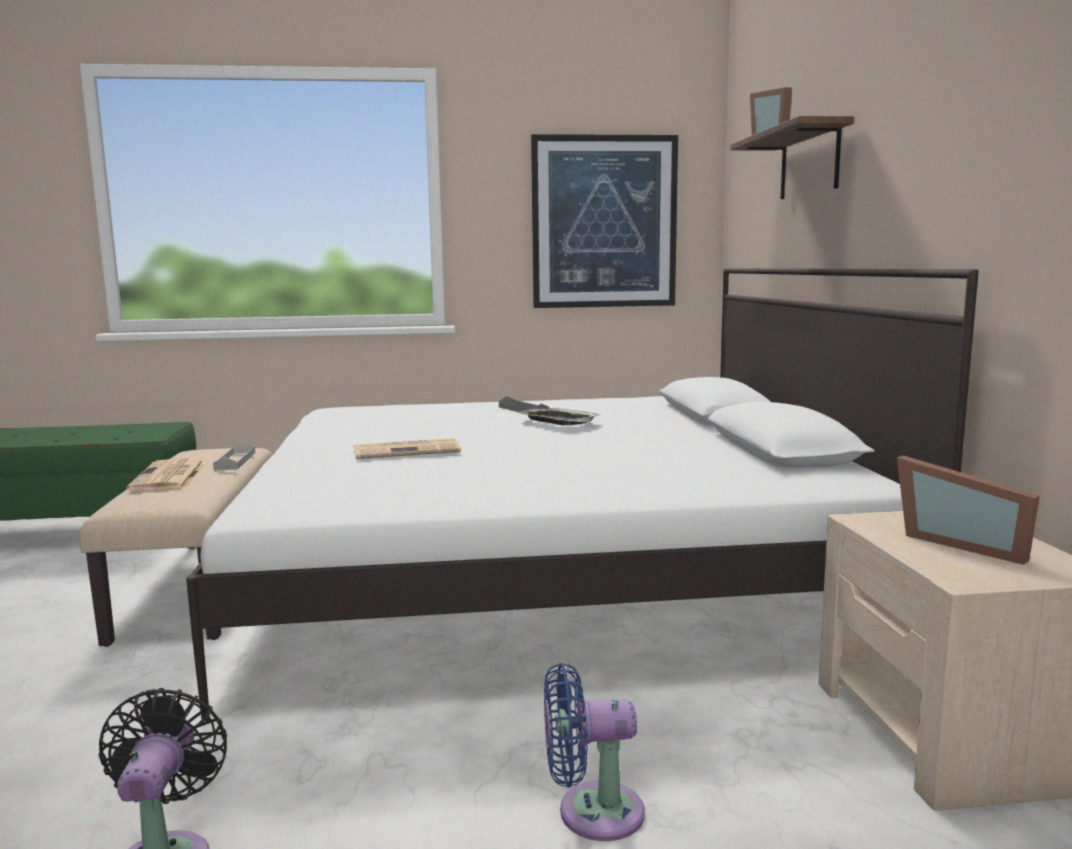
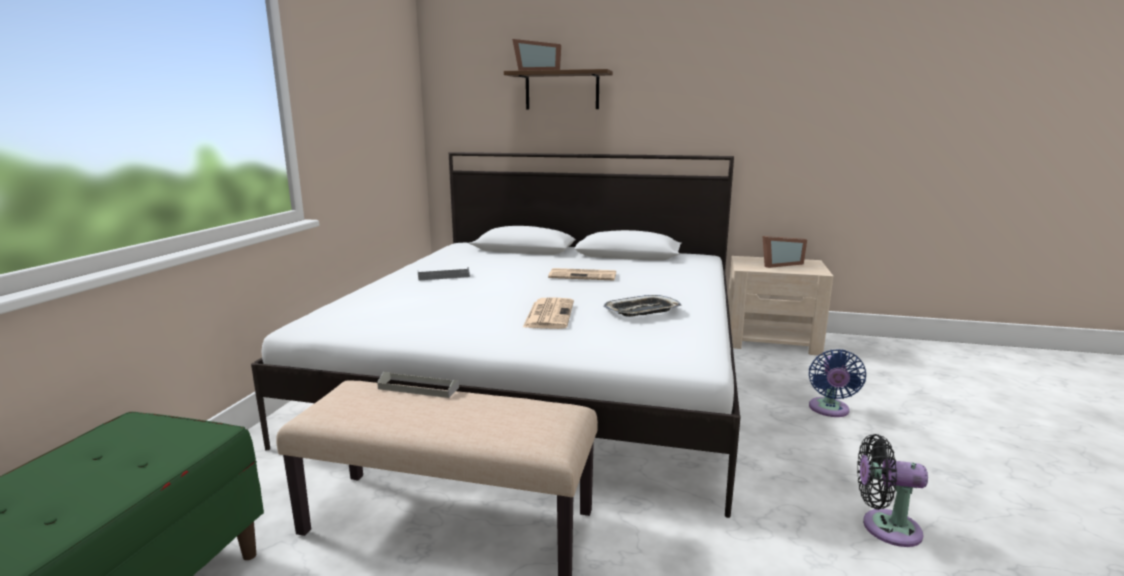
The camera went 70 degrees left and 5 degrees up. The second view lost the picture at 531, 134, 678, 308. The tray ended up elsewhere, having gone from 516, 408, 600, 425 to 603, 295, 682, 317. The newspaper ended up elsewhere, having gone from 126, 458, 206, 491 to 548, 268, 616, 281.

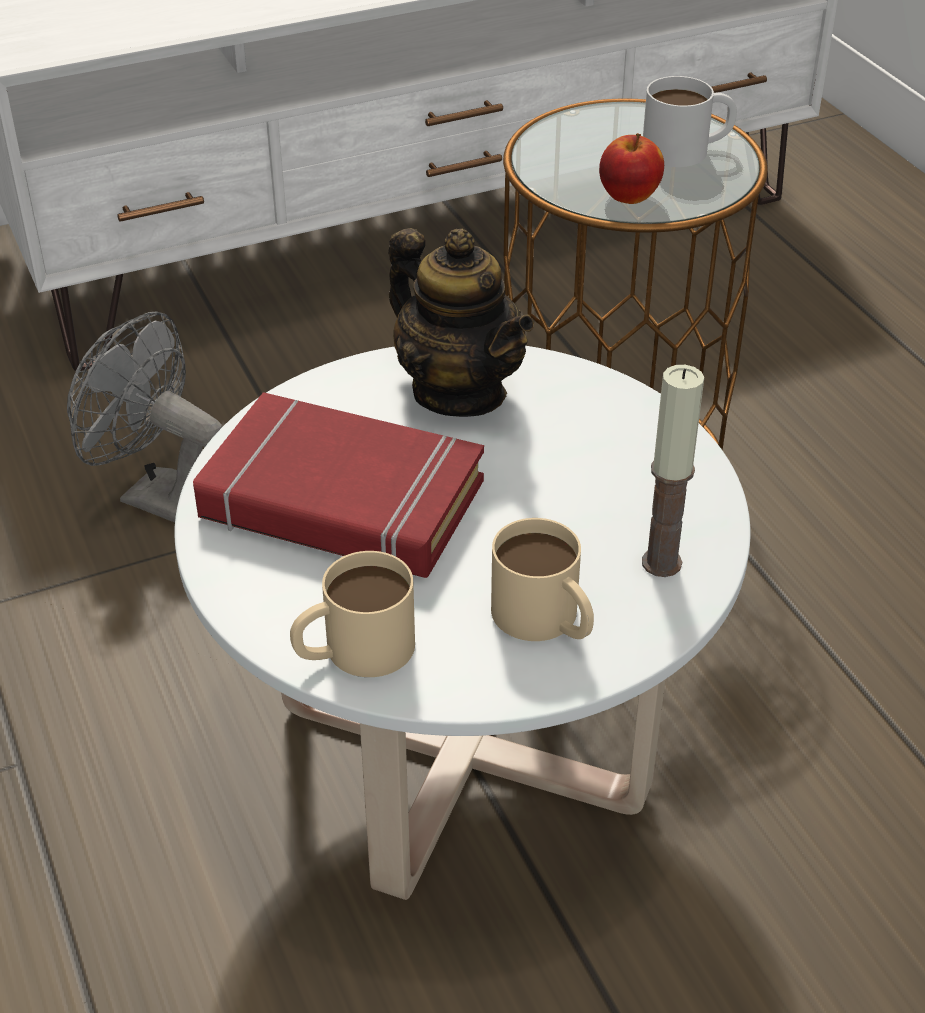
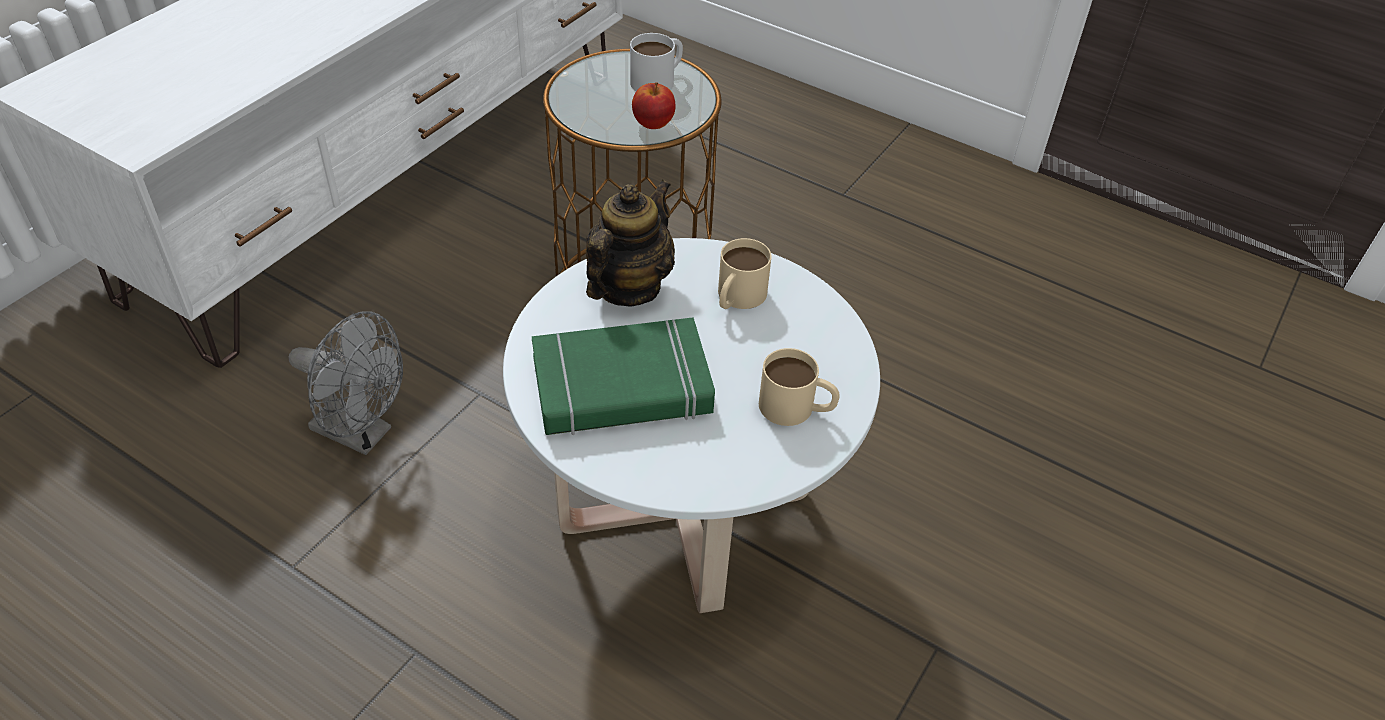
The camera went 35 degrees left and 5 degrees up. The teapot at 388, 228, 534, 417 ended up facing another way, 75 degrees counterclockwise from before. The fan/grey at 67, 311, 222, 523 ended up facing another way, 150 degrees counterclockwise from before. The second view lost the candle at 642, 365, 704, 577. What was the book/red at 193, 392, 484, 578 turned into the book/green at 532, 317, 715, 435. The mug/beige ended up elsewhere, having gone from 290, 551, 415, 677 to 718, 238, 772, 309.

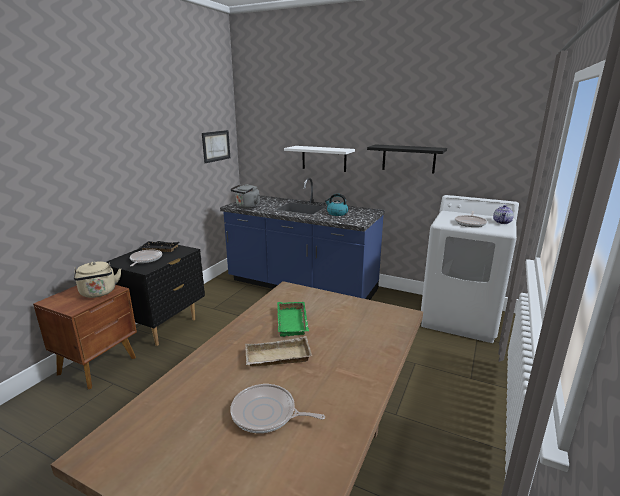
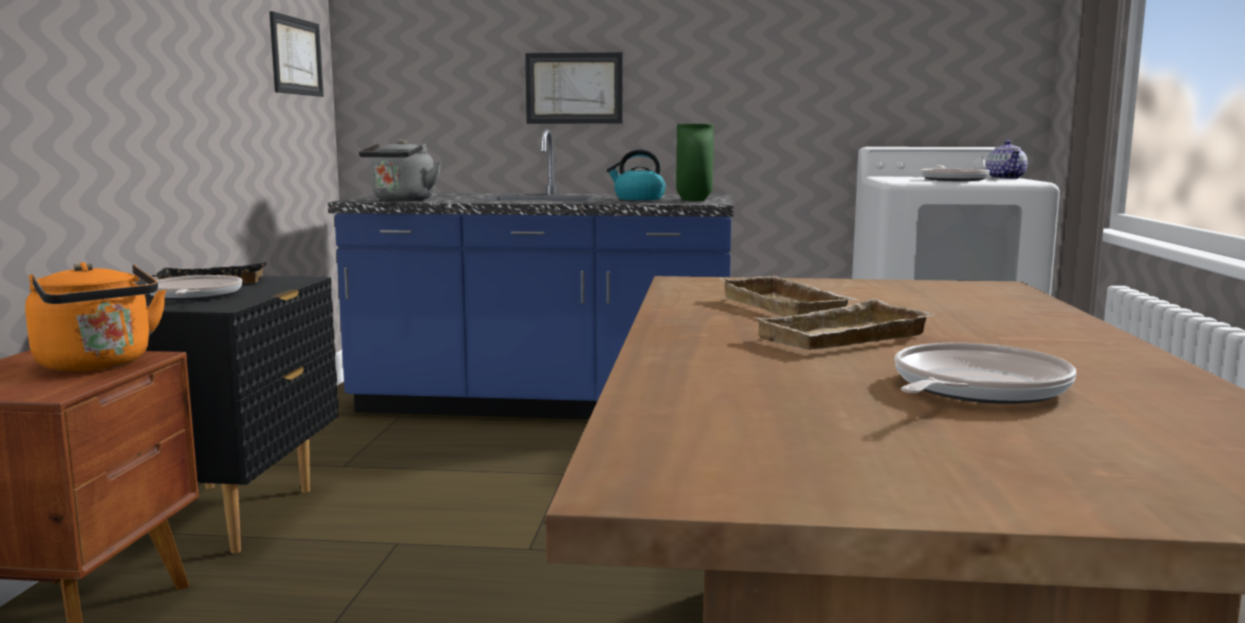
The camera went 20 degrees left and 10 degrees down. The second view lost the shelf/black at 367, 144, 447, 173. Where the shelf/white hung at 284, 146, 355, 172, the picture came to hang at 525, 52, 623, 124. What was the kettle/beige at 74, 262, 121, 298 turned into the kettle/orange at 25, 262, 166, 372. What was the tray/green at 277, 302, 309, 337 turned into the tray/beige at 719, 276, 859, 317. The frying pan at 230, 384, 325, 433 ended up facing another way, 135 degrees clockwise from before. The second view gained the vase/green at 676, 124, 714, 201.

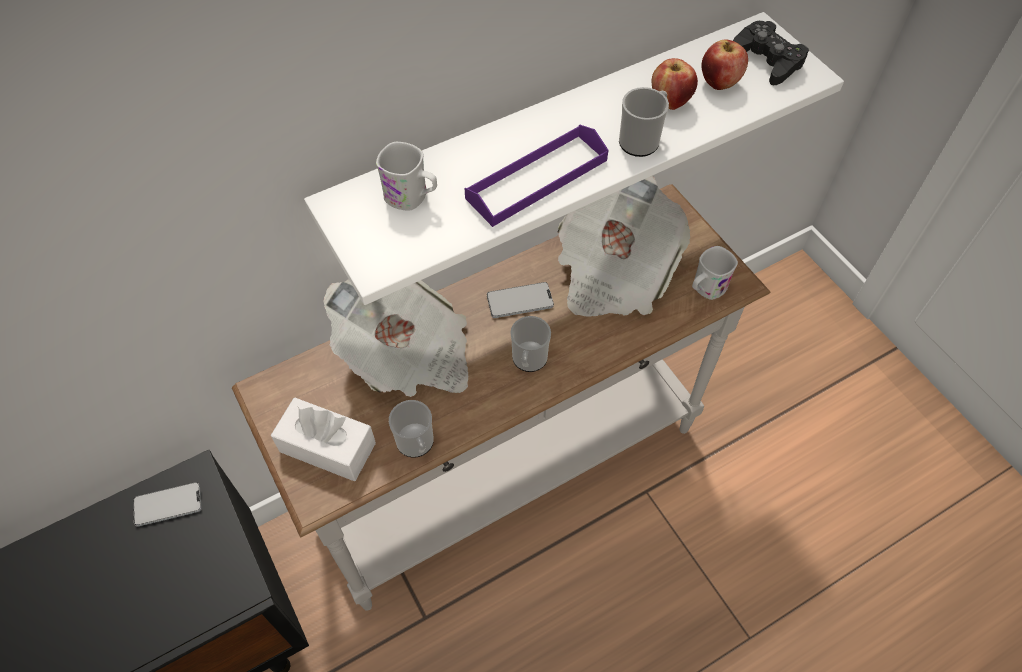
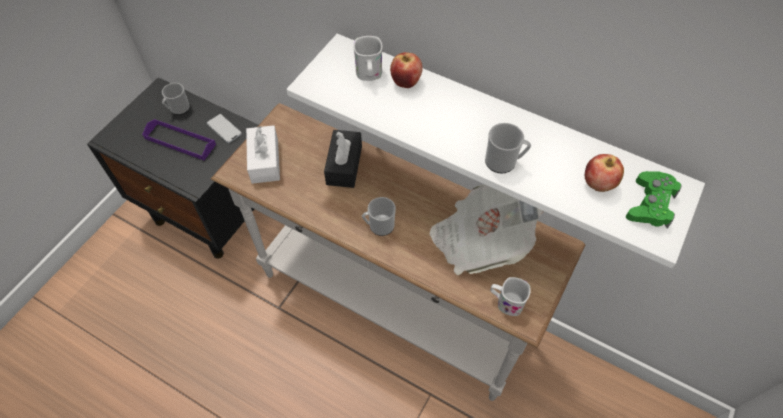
The camera went 60 degrees right and 0 degrees up. What was the game controller/black at 733, 21, 809, 85 turned into the game controller/green at 626, 171, 682, 229. The apple ended up elsewhere, having gone from 652, 58, 698, 110 to 390, 52, 423, 88. The tray/purple ended up elsewhere, having gone from 464, 125, 608, 227 to 142, 119, 216, 160. Where the newspaper stood at 324, 279, 468, 397, the tissue box/black came to stand at 324, 130, 362, 188. The second view lost the phone at 487, 282, 554, 318. The mug ended up elsewhere, having gone from 389, 400, 434, 458 to 162, 83, 190, 115.

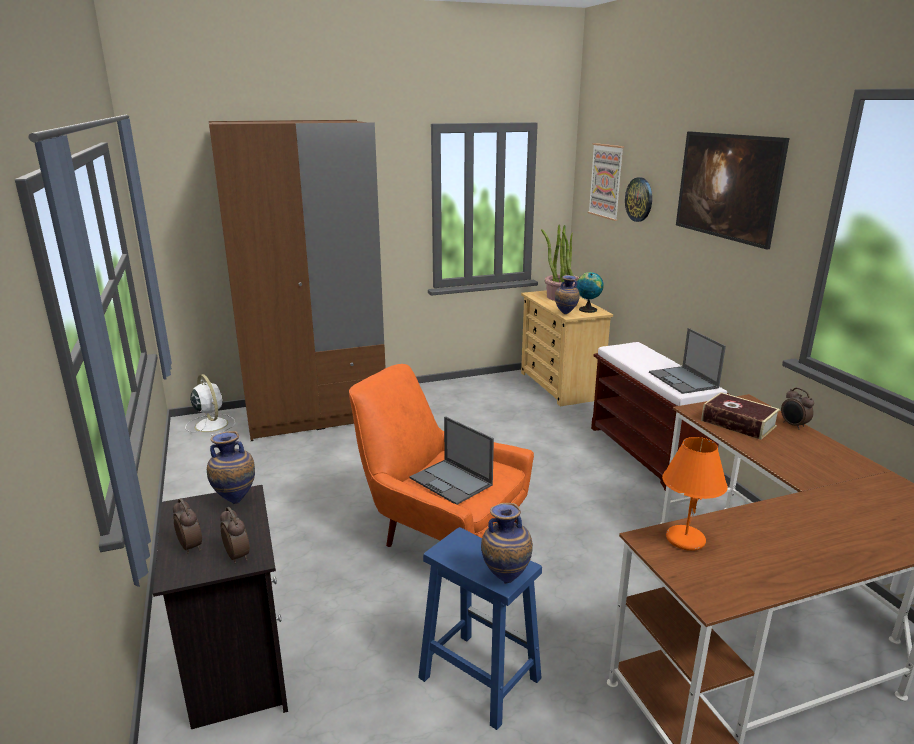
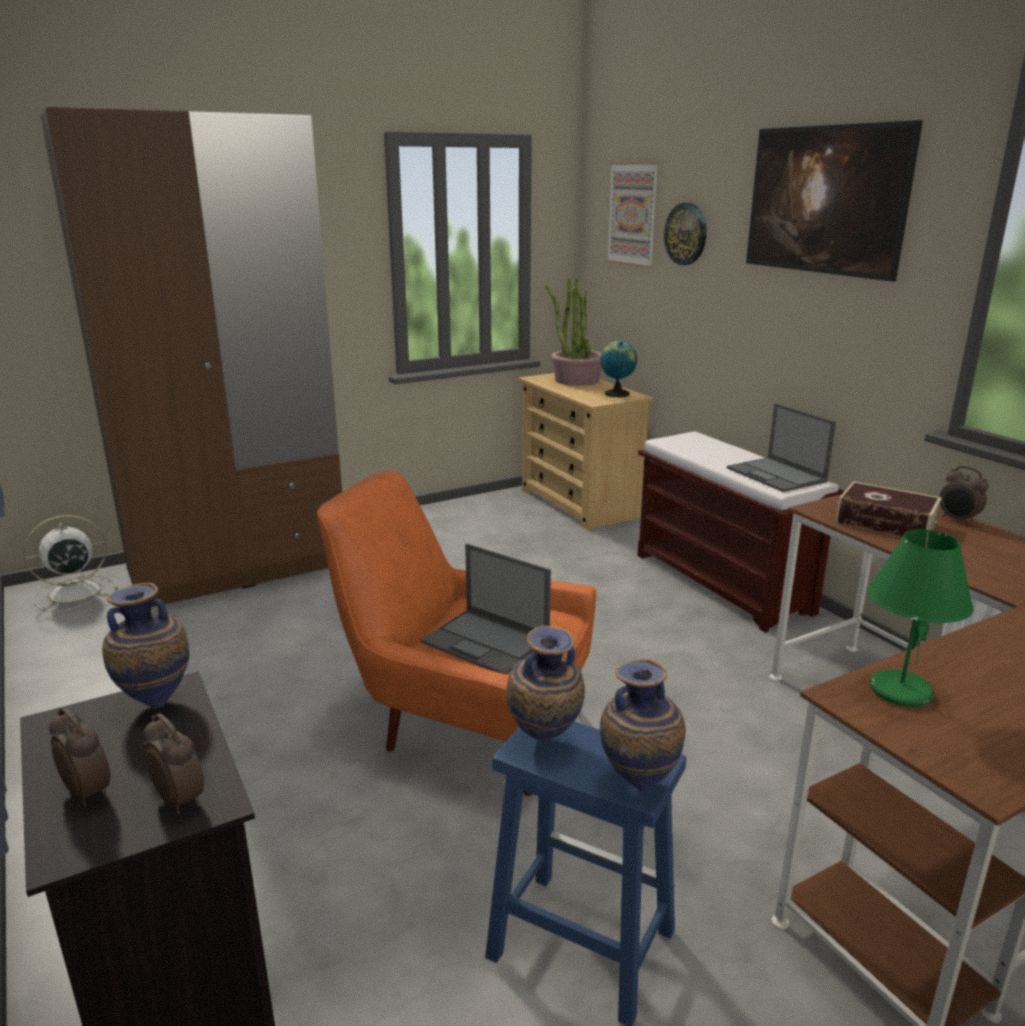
The camera went 10 degrees left and 0 degrees up. The vase ended up elsewhere, having gone from 555, 275, 580, 314 to 506, 625, 585, 740. The fan/white at 185, 374, 235, 436 ended up facing another way, 75 degrees counterclockwise from before. What was the table lamp/orange at 662, 437, 728, 551 turned into the table lamp/green at 868, 529, 974, 707.

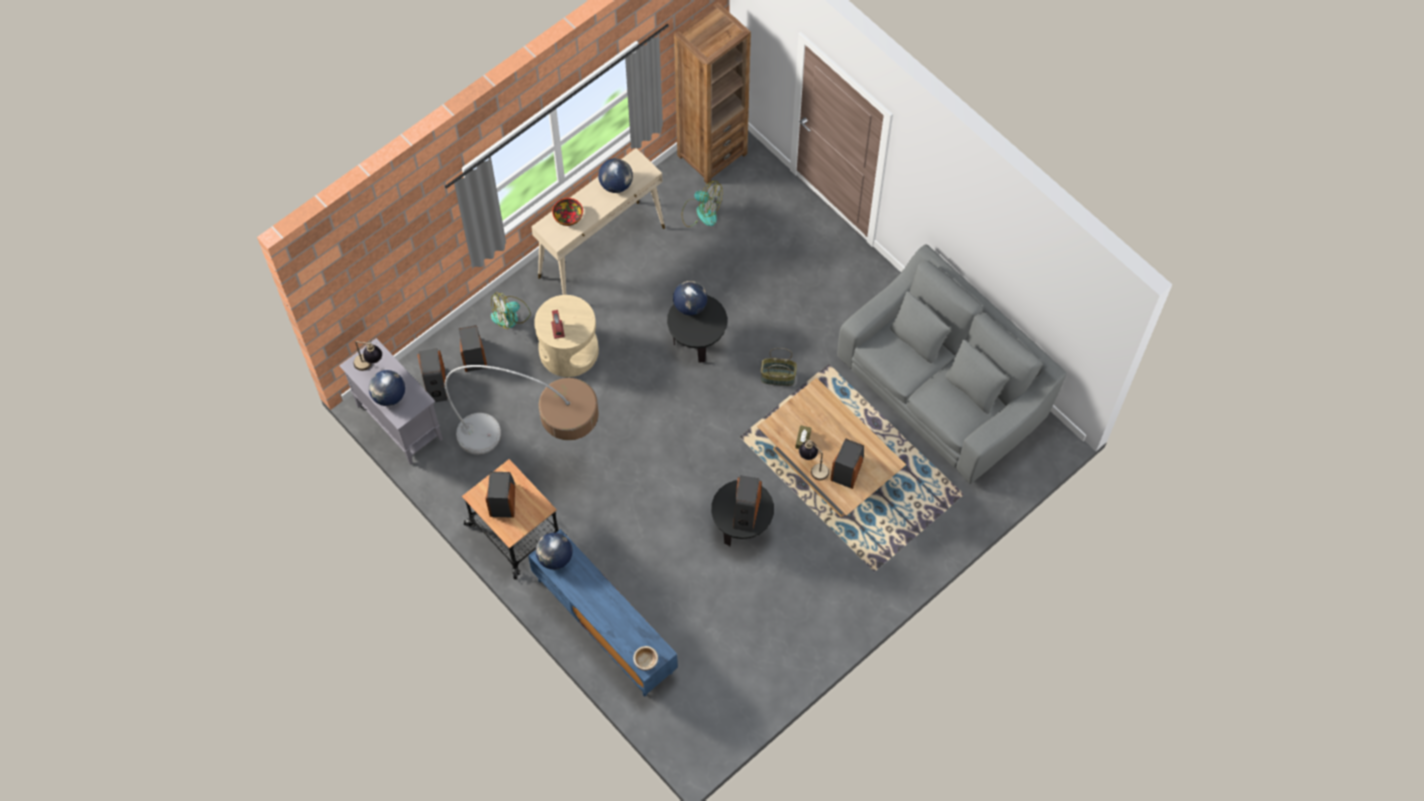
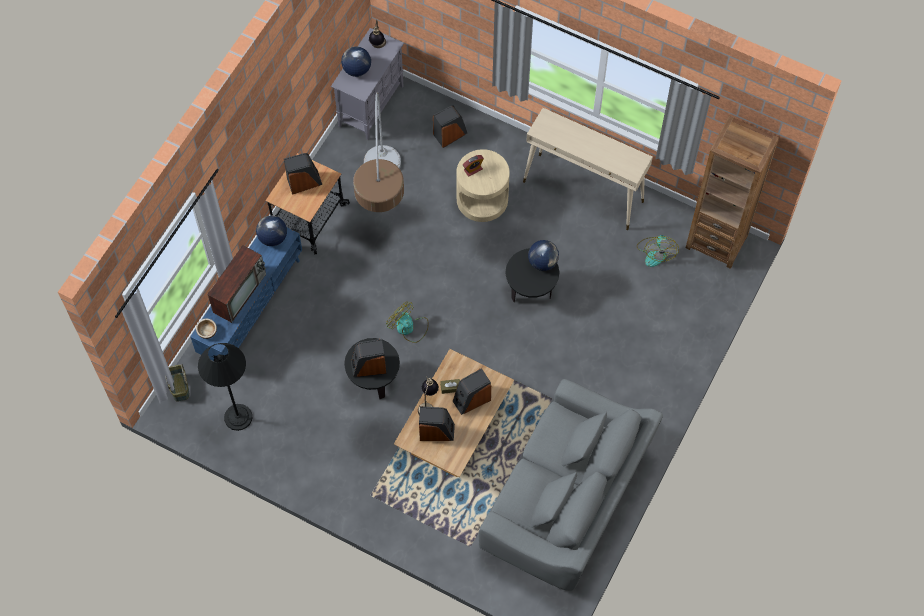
The camera went 70 degrees right and 0 degrees up. The second view lost the globe at 598, 158, 633, 193. The second view lost the bowl at 552, 198, 583, 226. The fan ended up elsewhere, having gone from 491, 292, 531, 329 to 386, 301, 429, 343. The speaker ended up elsewhere, having gone from 417, 348, 447, 402 to 453, 368, 491, 415. The basket ended up elsewhere, having gone from 761, 348, 797, 386 to 165, 364, 189, 402. The second view gained the television at 207, 245, 266, 323. The second view gained the floor lamp/black at 198, 343, 252, 431.

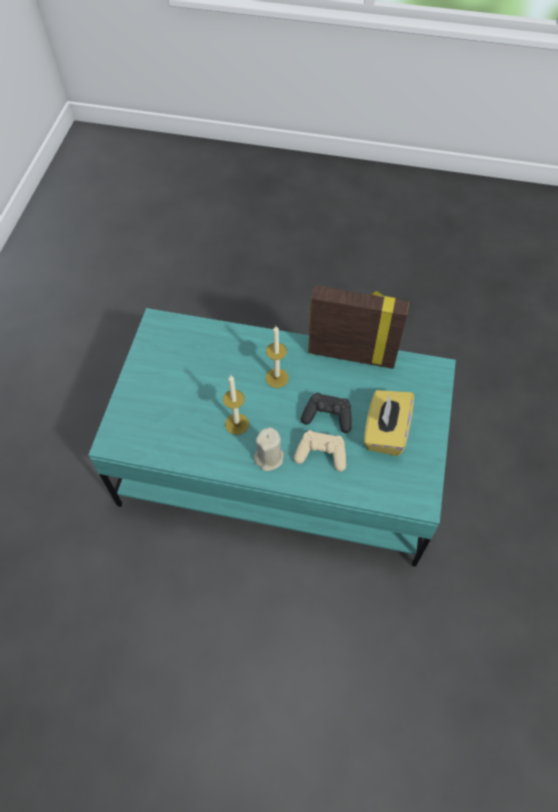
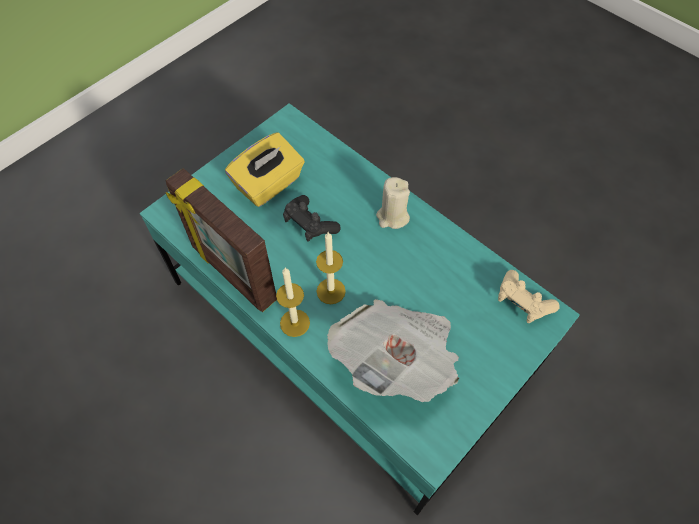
The camera went 150 degrees left and 0 degrees up. The candle ended up elsewhere, having gone from 223, 375, 249, 435 to 276, 268, 310, 337. The game controller/beige ended up elsewhere, having gone from 294, 430, 346, 472 to 498, 270, 560, 323. The second view gained the newspaper at 327, 299, 459, 402.

